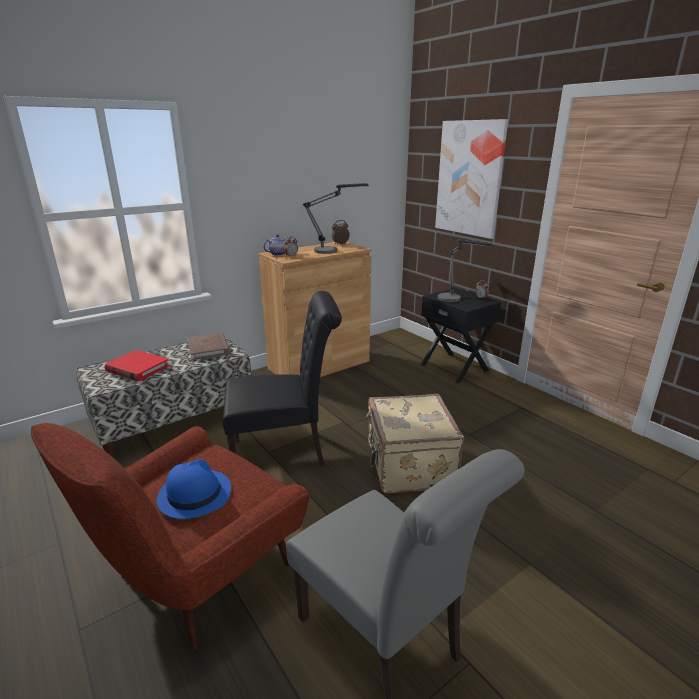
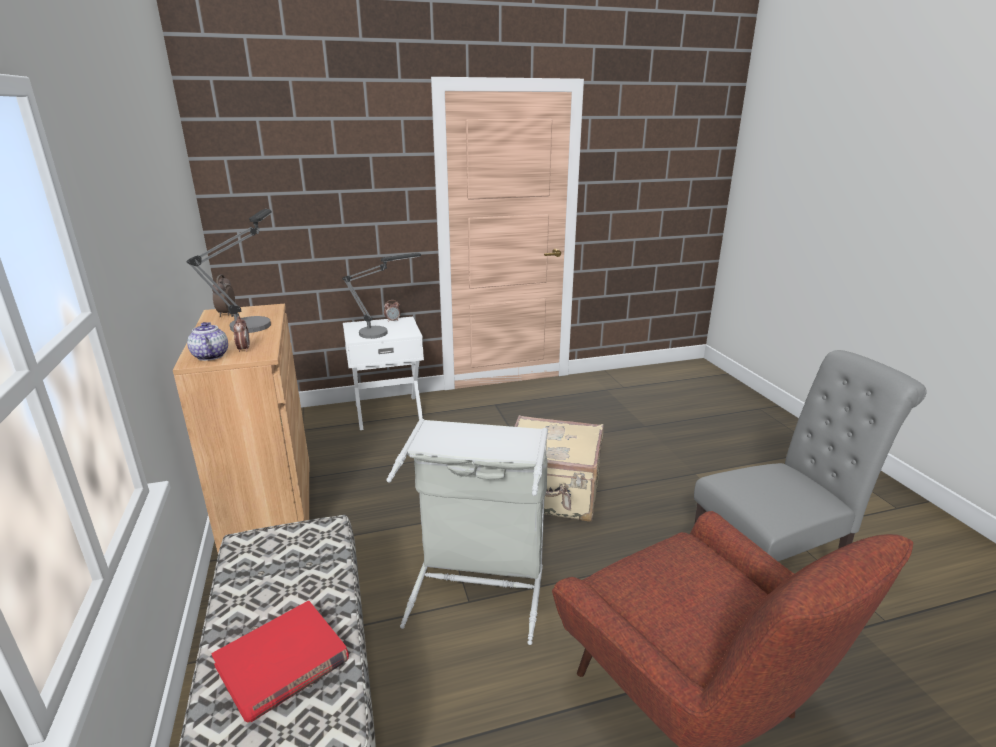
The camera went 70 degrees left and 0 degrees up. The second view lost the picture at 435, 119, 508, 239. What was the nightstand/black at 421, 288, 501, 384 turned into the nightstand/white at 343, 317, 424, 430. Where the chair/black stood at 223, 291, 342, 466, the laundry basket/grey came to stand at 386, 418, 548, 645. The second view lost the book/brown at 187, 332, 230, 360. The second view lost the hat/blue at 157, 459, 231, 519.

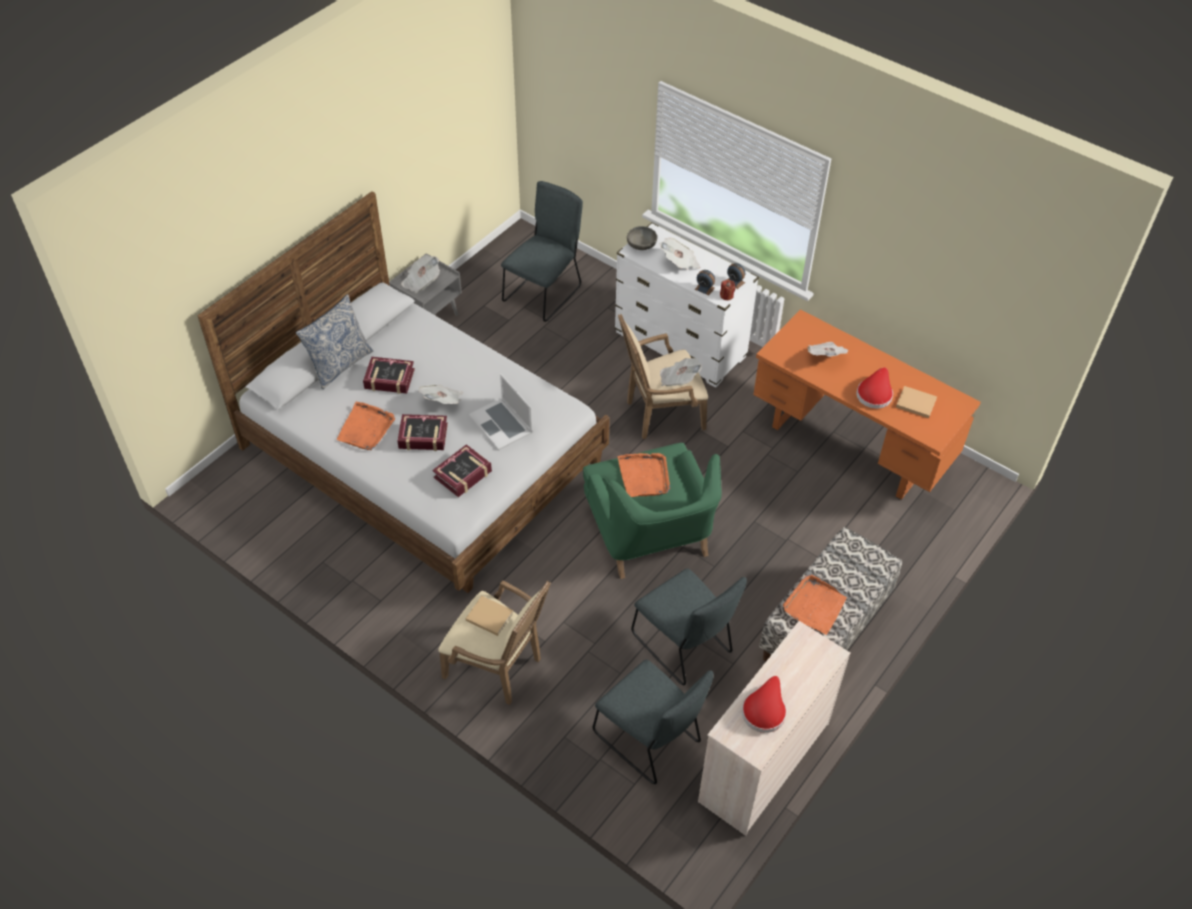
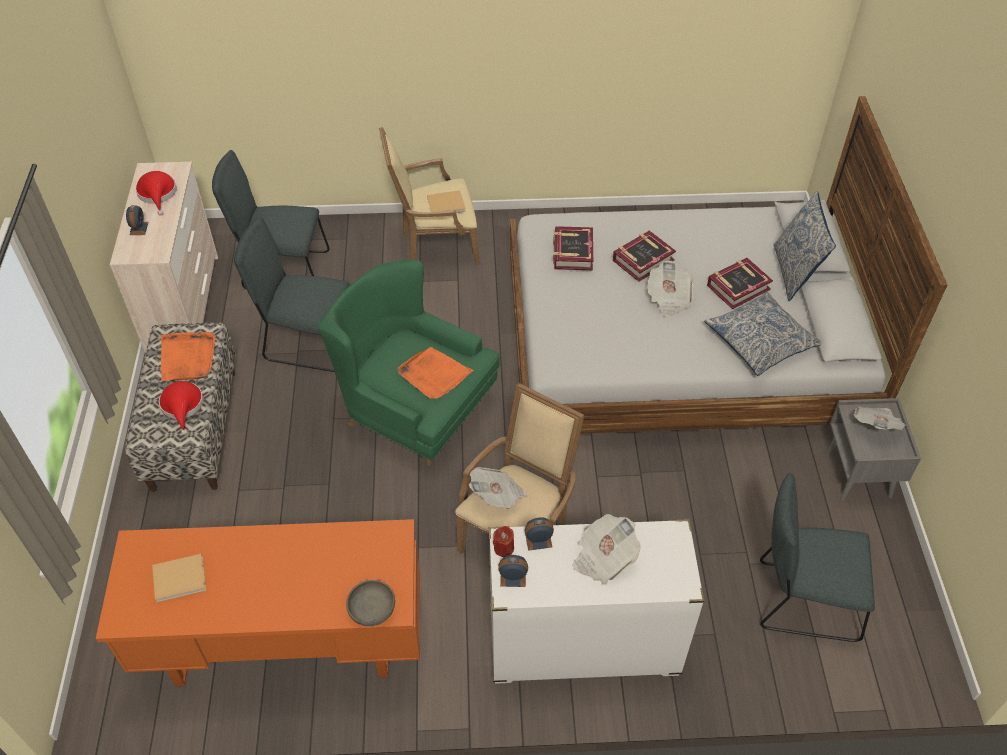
The camera went 140 degrees right and 0 degrees up. The chair/grey at 501, 181, 583, 322 ended up facing another way, 105 degrees clockwise from before. The bowl/grey ended up elsewhere, having gone from 627, 226, 657, 250 to 346, 580, 395, 626. The second view lost the newspaper at 807, 342, 848, 357. The hat/red ended up elsewhere, having gone from 856, 367, 893, 409 to 159, 381, 204, 435. The second view lost the laptop at 469, 373, 533, 450. The second view lost the tray/orange at 336, 402, 395, 450. The second view gained the alarm clock at 126, 205, 148, 235. The second view gained the pillow at 704, 292, 821, 376.

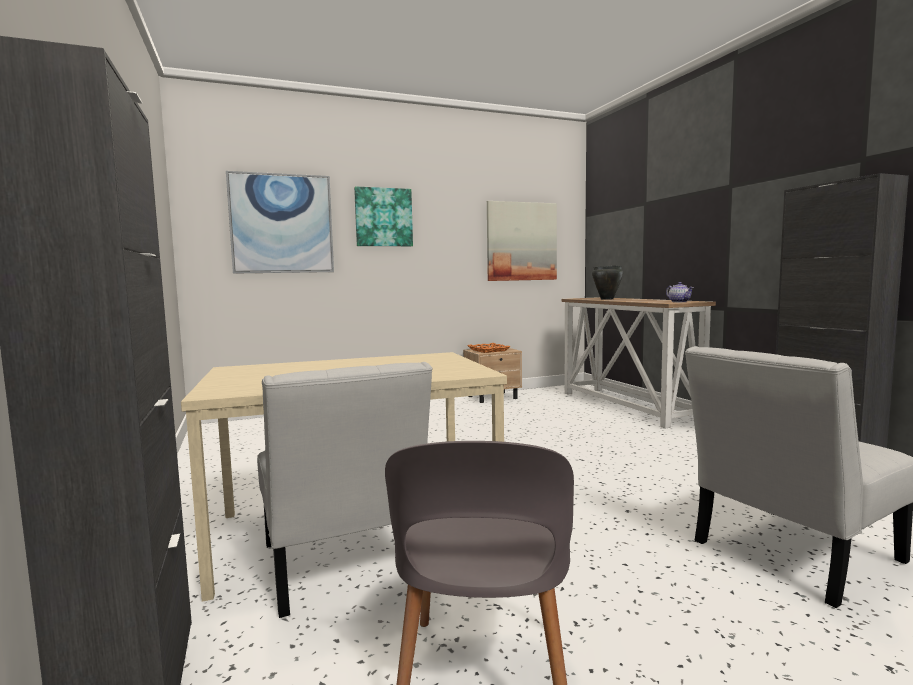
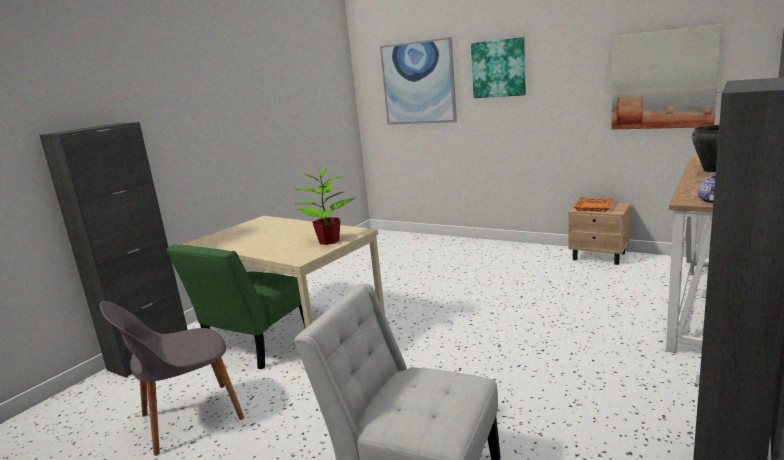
The camera went 55 degrees right and 10 degrees up. What was the chair/white at 257, 362, 432, 618 turned into the chair/green at 167, 244, 305, 369. The second view gained the potted plant at 294, 169, 356, 245.

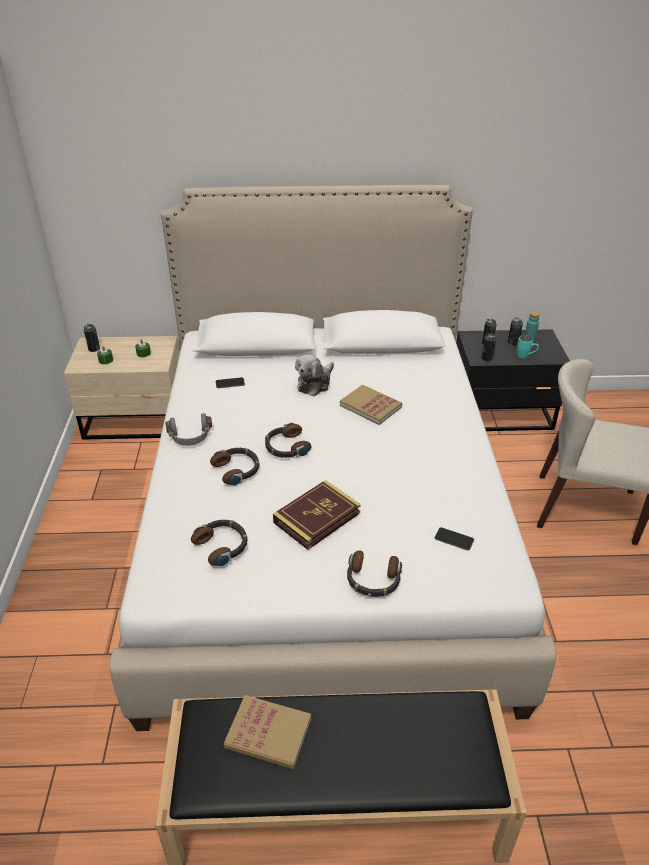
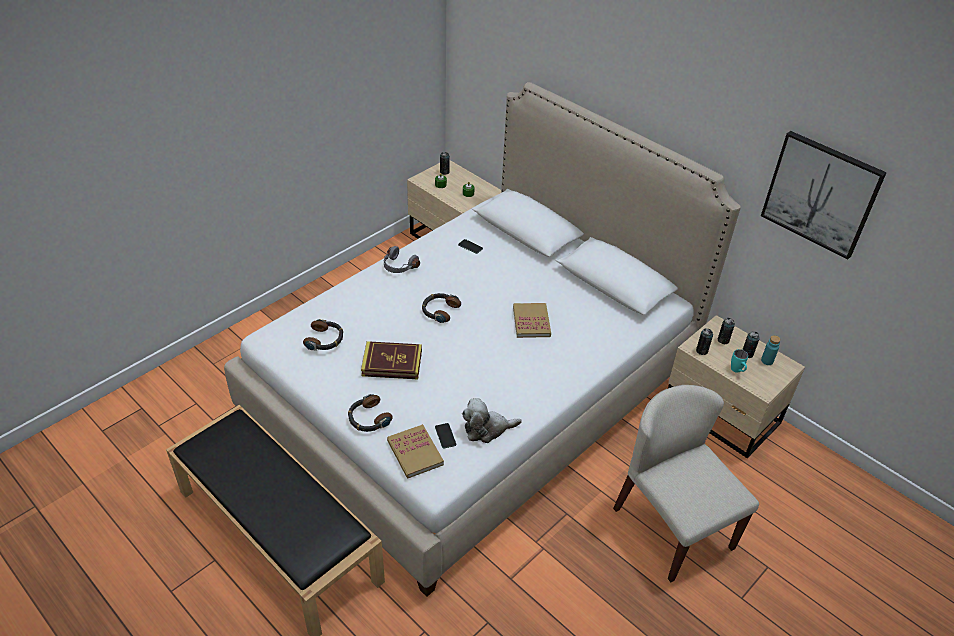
The camera went 45 degrees right and 5 degrees up. What was the nightstand/black at 456, 329, 570, 431 turned into the nightstand/beige at 668, 315, 805, 458. The plush toy ended up elsewhere, having gone from 295, 354, 334, 396 to 462, 398, 522, 443. The second view lost the headphones at 210, 448, 260, 486. The book ended up elsewhere, having gone from 224, 695, 311, 769 to 387, 424, 444, 478. The second view gained the picture at 761, 131, 887, 259.

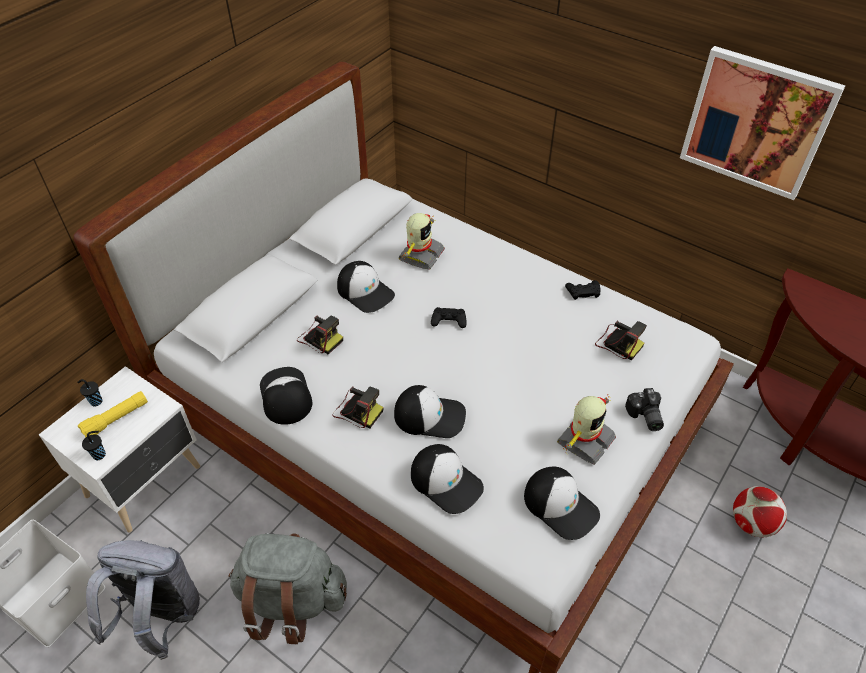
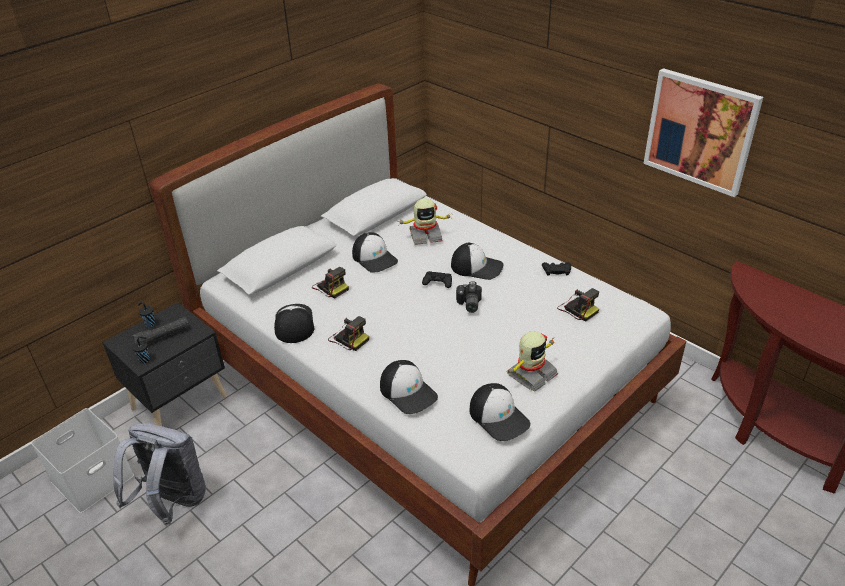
The camera went 10 degrees right and 10 degrees down. The toy robot at 398, 213, 445, 270 ended up facing another way, 45 degrees clockwise from before. What was the nightstand/white at 39, 366, 200, 533 turned into the nightstand/black at 102, 302, 227, 426. The cap ended up elsewhere, having gone from 394, 385, 466, 438 to 451, 243, 503, 280. The photo camera ended up elsewhere, having gone from 625, 388, 664, 431 to 456, 281, 482, 313. What was the flashlight/yellow at 78, 391, 148, 438 turned into the flashlight/black at 132, 317, 189, 345. The second view lost the football at 733, 486, 787, 537. The second view lost the backpack/grey at 228, 533, 347, 644.

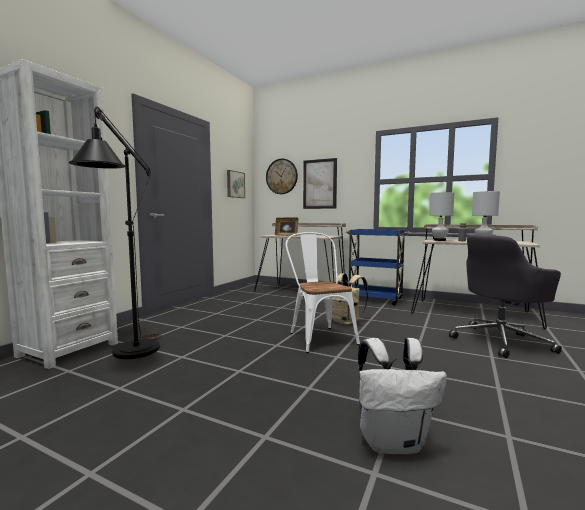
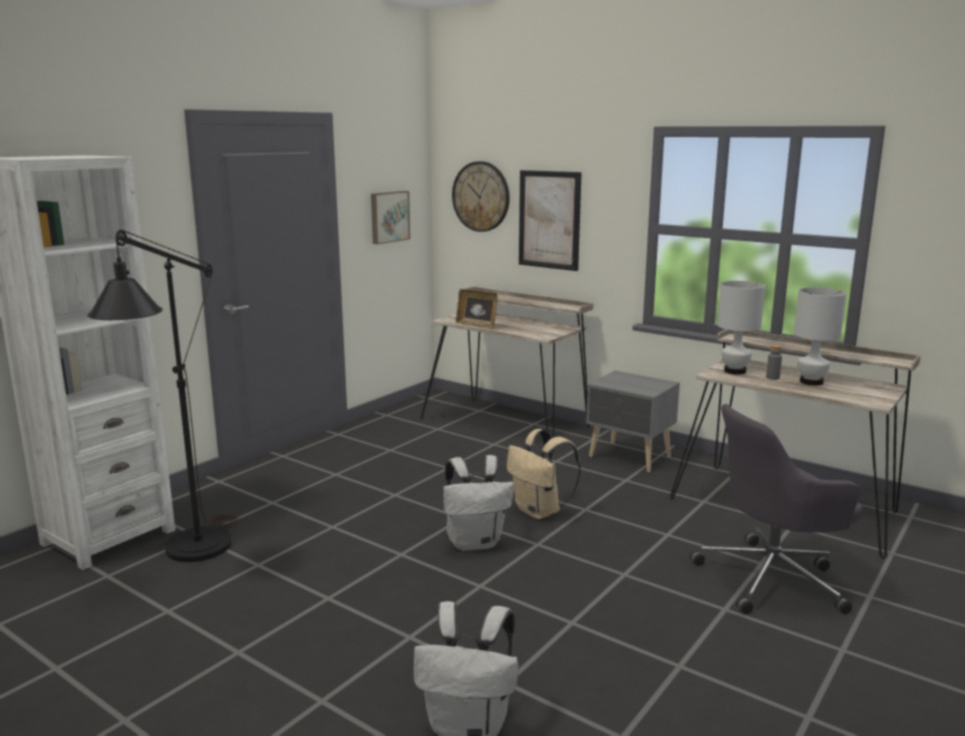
The camera went 10 degrees right and 10 degrees up. Where the cart/blue stood at 346, 229, 409, 306, the nightstand/grey came to stand at 586, 370, 680, 472. Where the chair/white stood at 286, 232, 360, 353, the backpack/white came to stand at 443, 455, 514, 551.

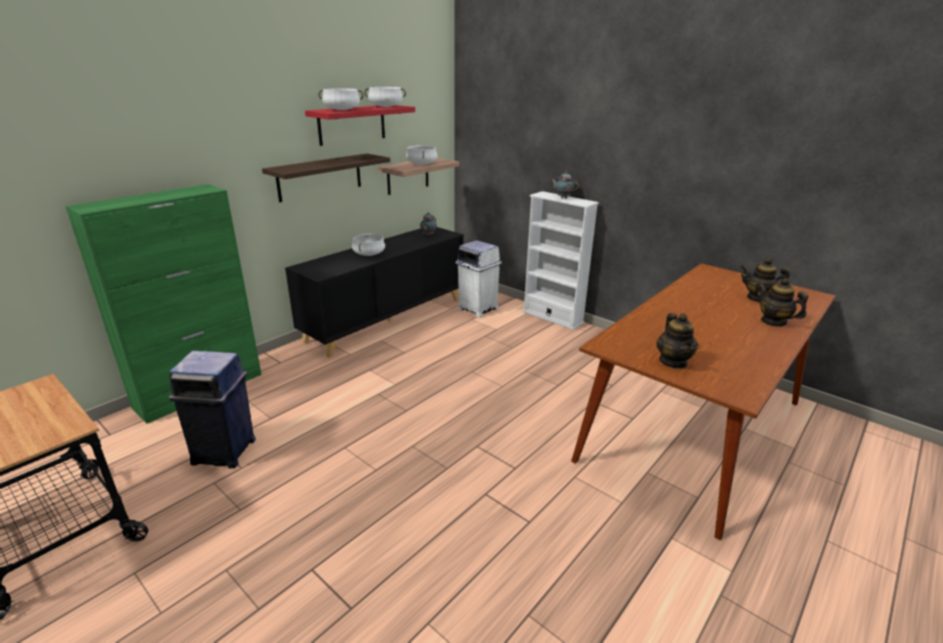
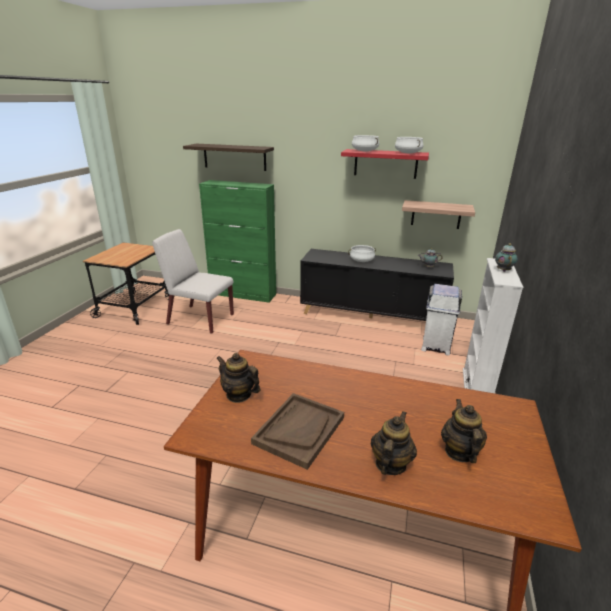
The camera went 65 degrees right and 0 degrees up. The second view lost the cooking pot/white at 406, 145, 437, 165. The shelf ended up elsewhere, having gone from 262, 153, 390, 202 to 183, 144, 274, 171. The teapot at 656, 313, 698, 369 ended up facing another way, 60 degrees clockwise from before. Where the trash can/blue stood at 169, 351, 256, 468, the chair/white came to stand at 152, 229, 234, 334. The second view gained the tray/brown at 251, 393, 344, 470.

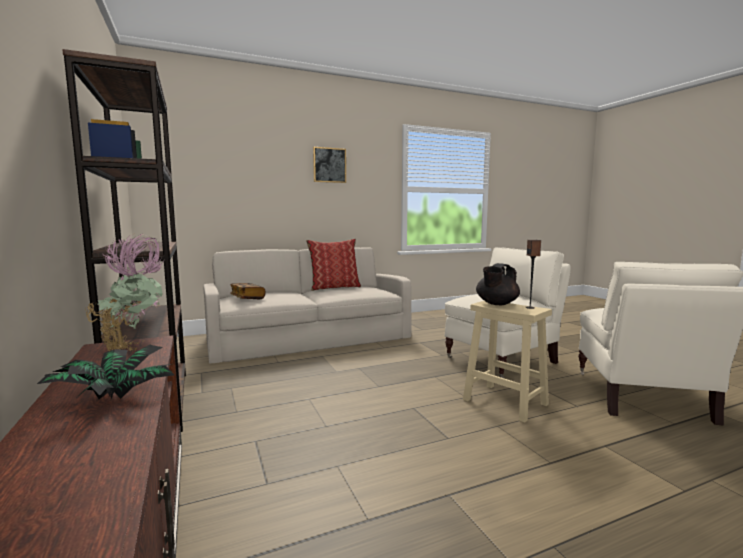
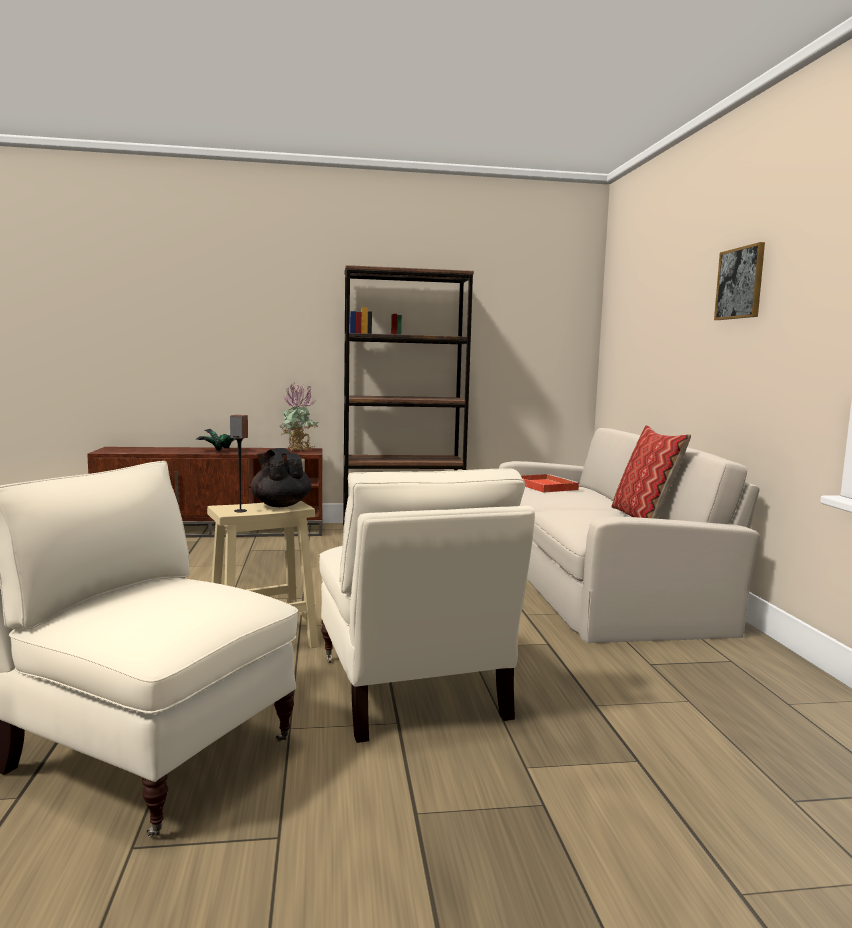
The camera went 105 degrees right and 0 degrees up. Where the book stood at 230, 283, 265, 299, the tray/red came to stand at 521, 474, 580, 493.

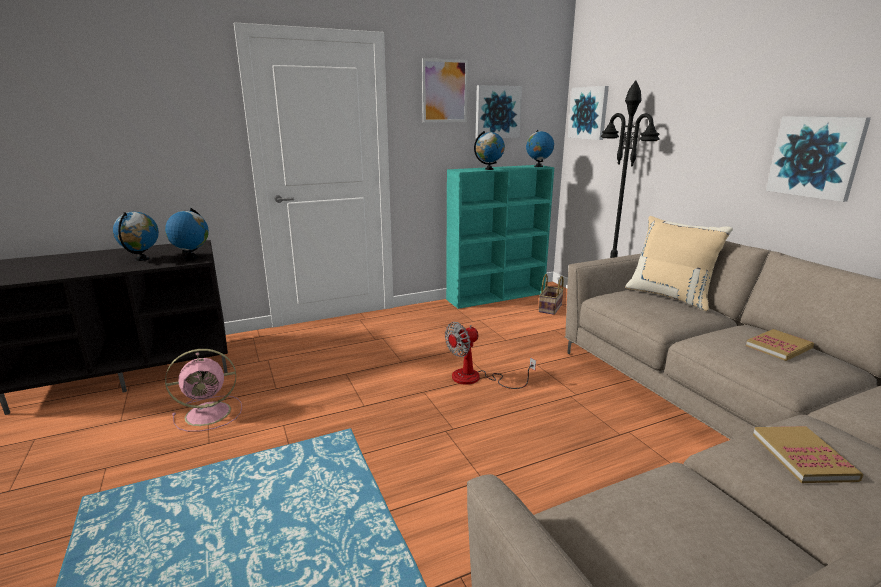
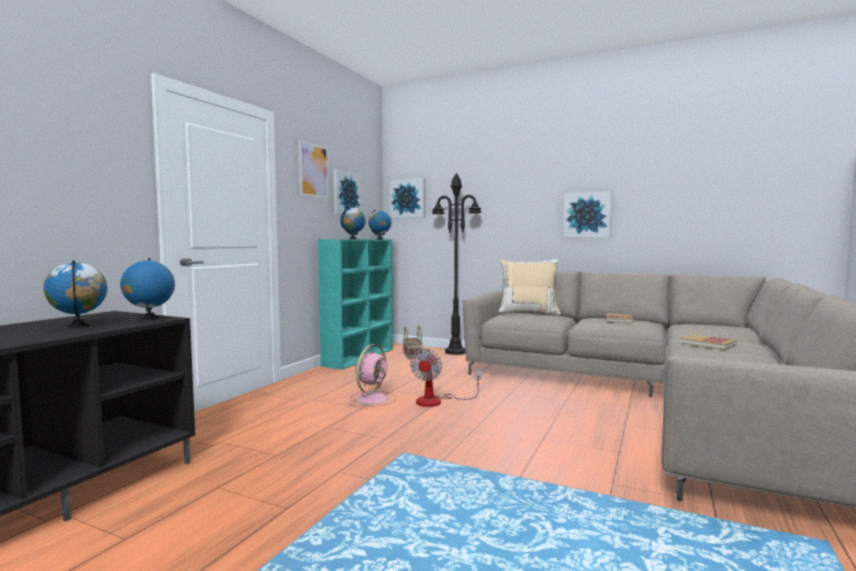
The camera went 40 degrees left and 15 degrees down. The fan/pink ended up elsewhere, having gone from 165, 349, 242, 432 to 349, 344, 397, 407.

